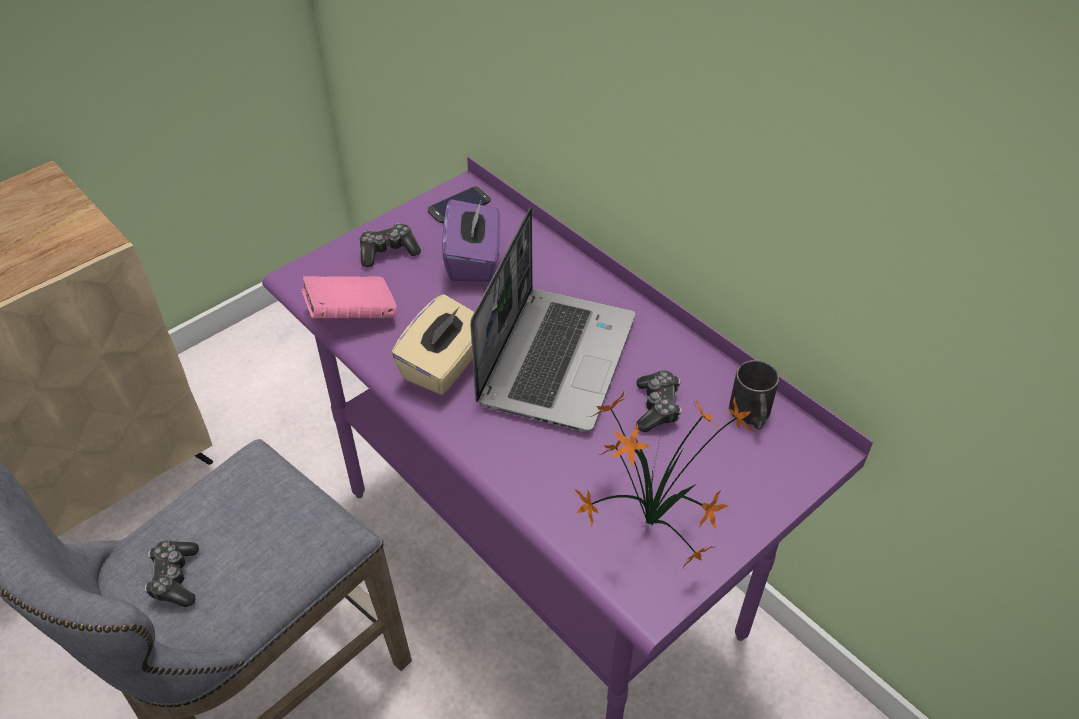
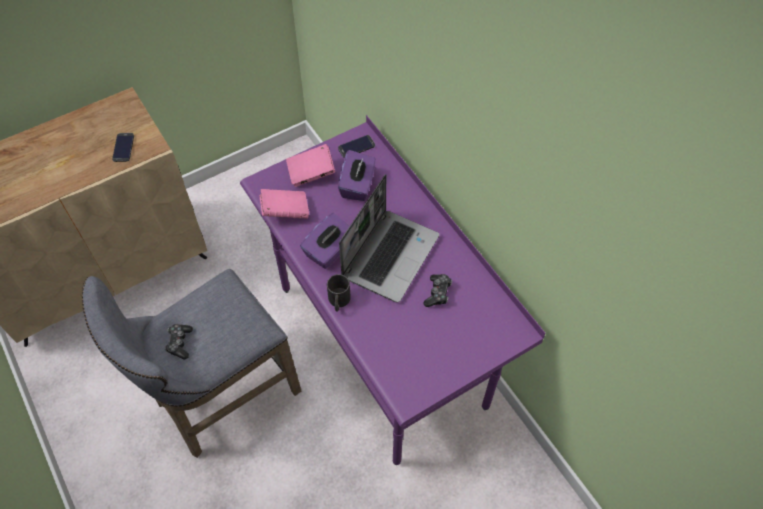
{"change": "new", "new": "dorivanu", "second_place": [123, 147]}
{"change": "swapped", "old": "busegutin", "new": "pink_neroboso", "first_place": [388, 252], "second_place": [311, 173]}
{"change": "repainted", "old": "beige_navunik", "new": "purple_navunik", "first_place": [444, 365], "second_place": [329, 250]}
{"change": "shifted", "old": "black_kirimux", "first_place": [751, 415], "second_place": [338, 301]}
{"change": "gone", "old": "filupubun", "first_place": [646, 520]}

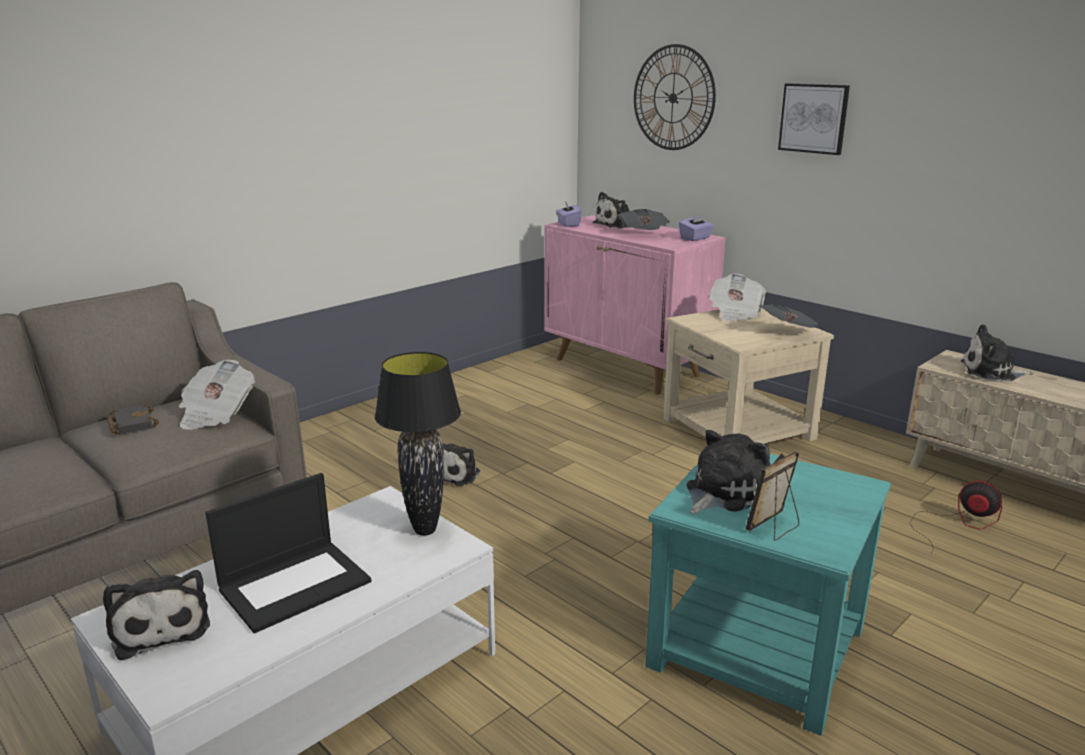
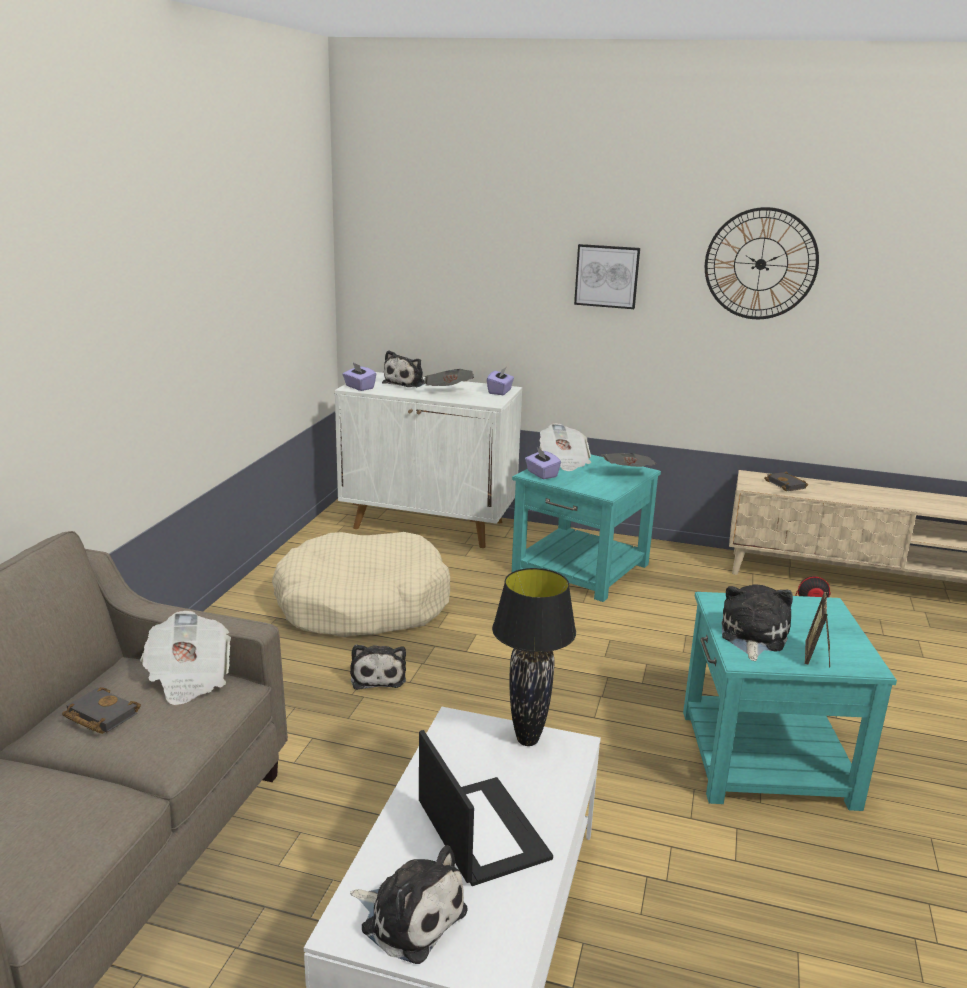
{"change": "new", "new": "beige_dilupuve", "second_place": [362, 604]}
{"change": "repainted", "old": "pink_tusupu", "new": "white_tusupu", "first_place": [627, 367], "second_place": [430, 525]}
{"change": "rotated", "old": "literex", "first_place": [295, 584], "second_place": [480, 830], "degrees": -45}
{"change": "repainted", "old": "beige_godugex", "new": "turquoise_godugex", "first_place": [737, 429], "second_place": [580, 568]}
{"change": "new", "new": "purple_navunik", "second_place": [541, 474]}
{"change": "shifted", "old": "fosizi", "first_place": [673, 98], "second_place": [760, 264]}
{"change": "swapped", "old": "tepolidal", "new": "black_neroboso", "first_place": [991, 372], "second_place": [787, 485]}

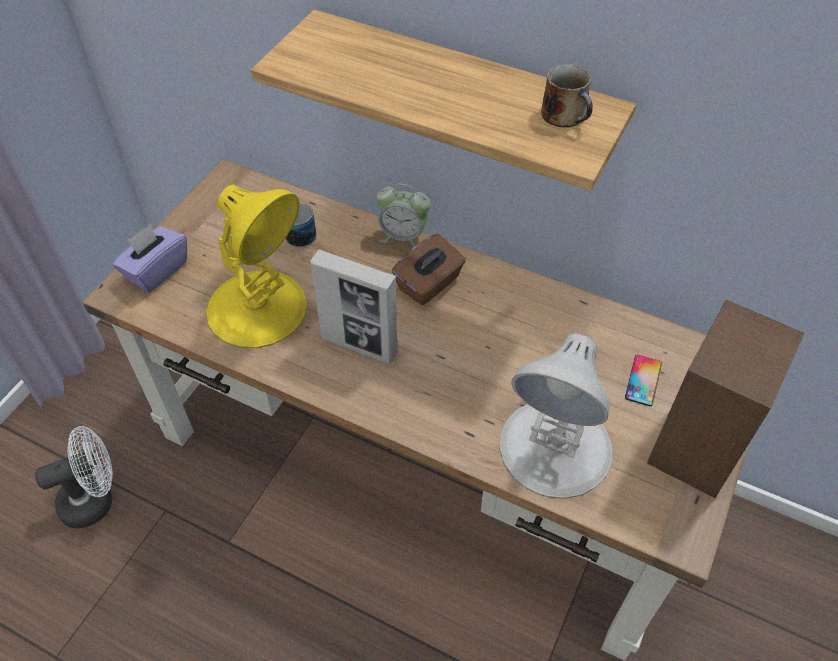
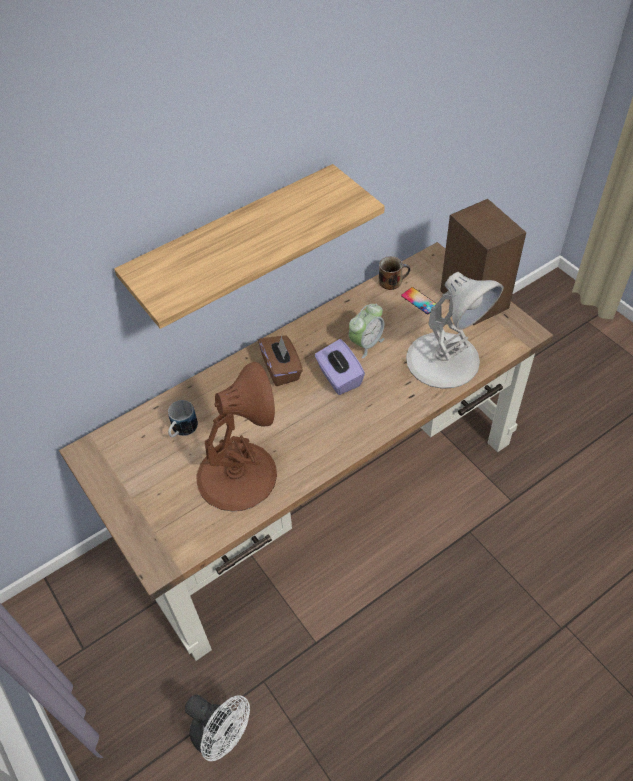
{"change": "rotated", "old": "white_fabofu", "first_place": [95, 500], "second_place": [222, 736], "degrees": 120}
{"change": "repainted", "old": "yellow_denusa", "new": "brown_denusa", "first_place": [259, 309], "second_place": [238, 474]}
{"change": "shifted", "old": "purple_navunik", "first_place": [156, 270], "second_place": [339, 378]}
{"change": "shifted", "old": "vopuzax", "first_place": [403, 236], "second_place": [366, 344]}
{"change": "shifted", "old": "kirimux", "first_place": [565, 115], "second_place": [391, 281]}
{"change": "gone", "old": "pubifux", "first_place": [359, 346]}

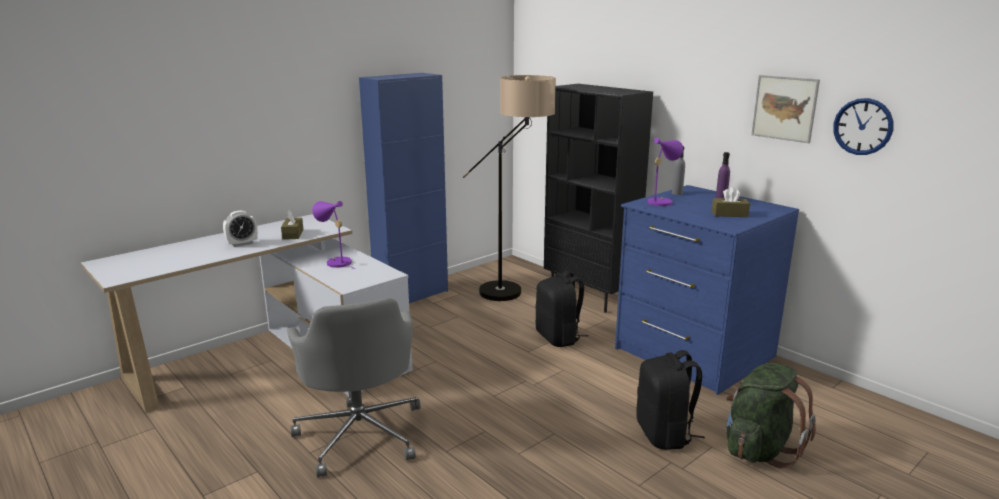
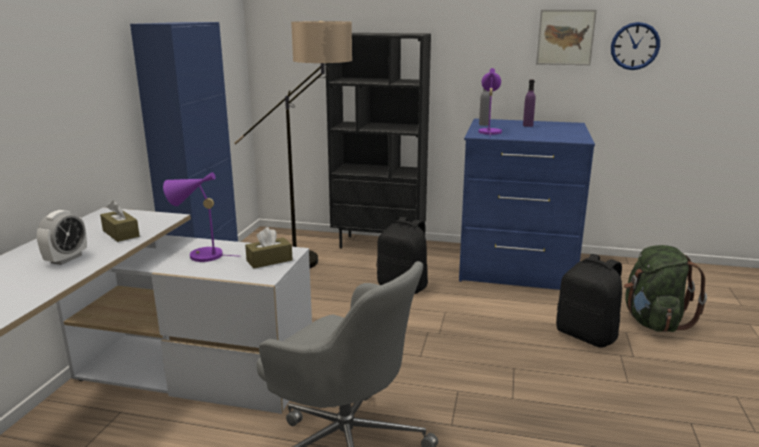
{"change": "shifted", "old": "brown_navunik", "first_place": [729, 214], "second_place": [269, 260]}

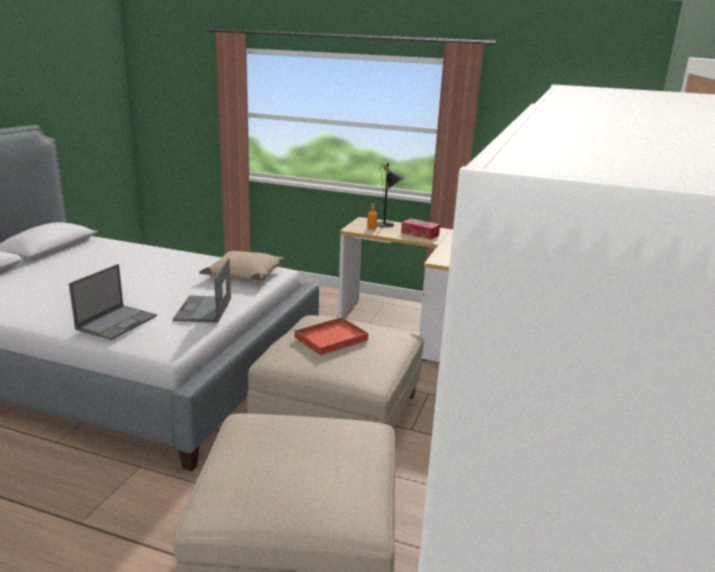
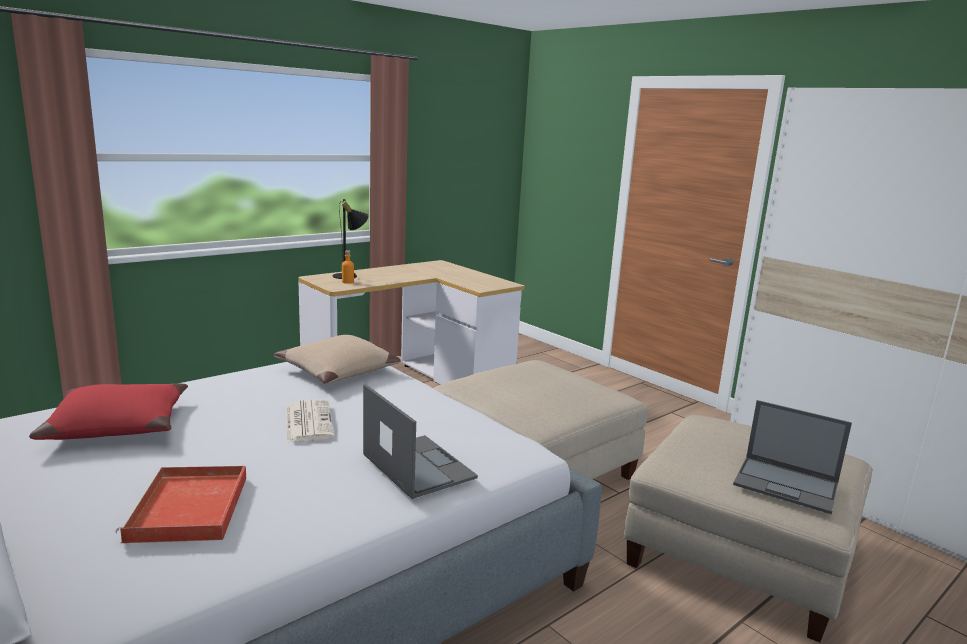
{"change": "new", "new": "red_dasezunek", "second_place": [118, 425]}
{"change": "shifted", "old": "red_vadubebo", "first_place": [330, 339], "second_place": [189, 509]}
{"change": "new", "new": "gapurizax", "second_place": [308, 421]}
{"change": "shifted", "old": "literex", "first_place": [203, 310], "second_place": [787, 485]}
{"change": "gone", "old": "navunik", "first_place": [419, 234]}

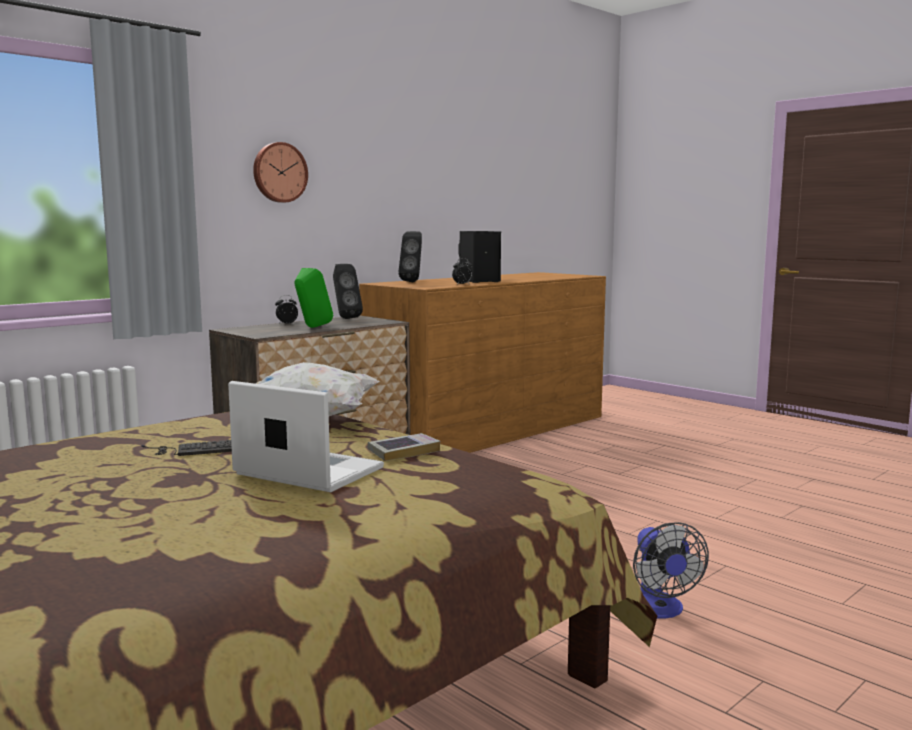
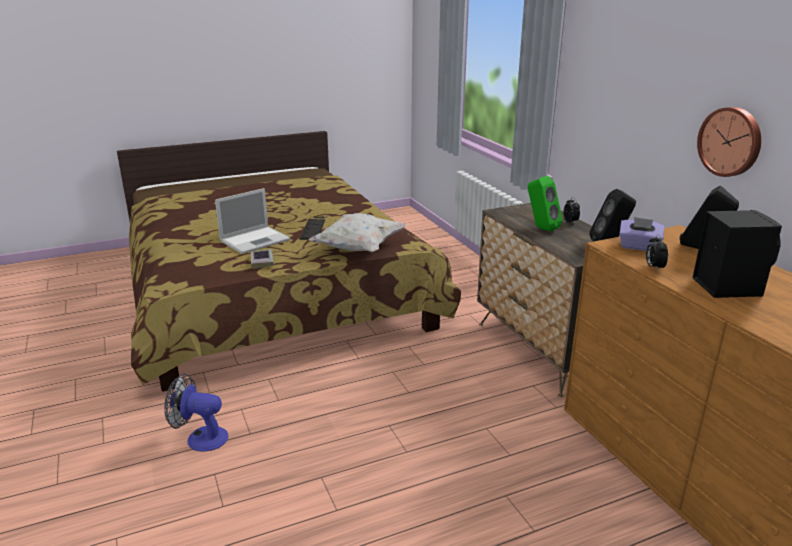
{"change": "new", "new": "purple_navunik", "second_place": [638, 247]}
{"change": "shifted", "old": "fosizi", "first_place": [279, 172], "second_place": [731, 141]}

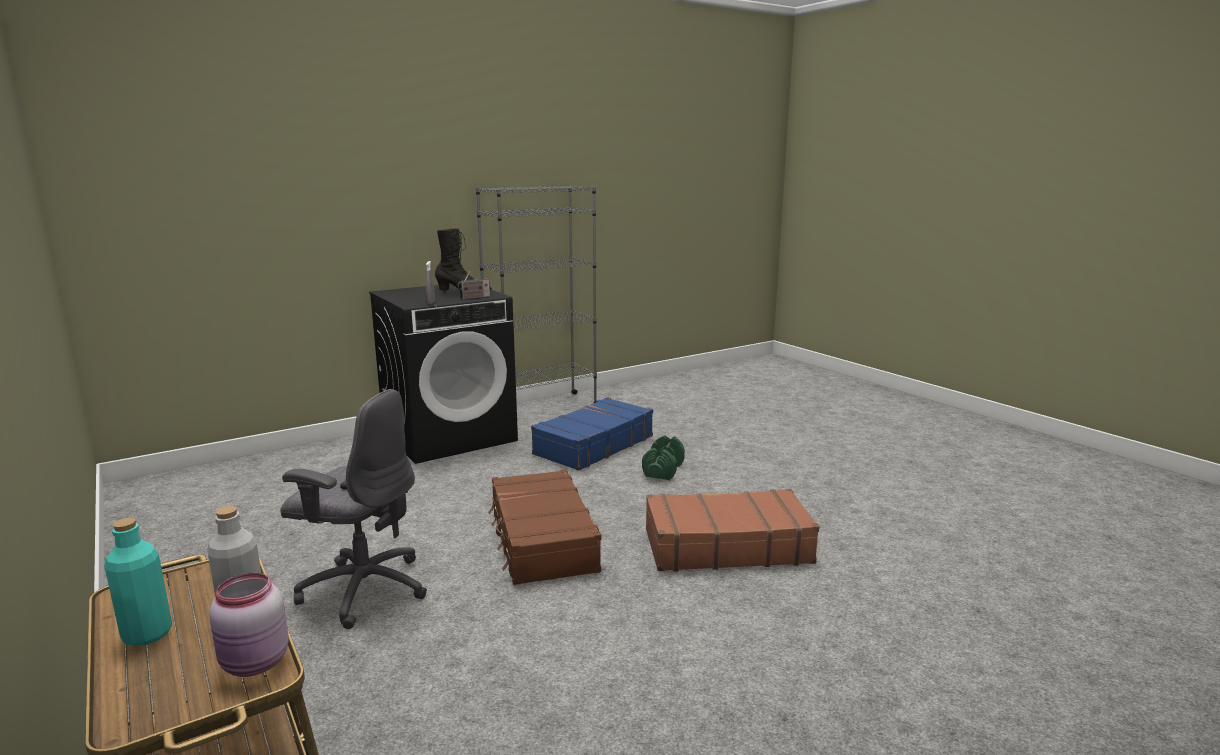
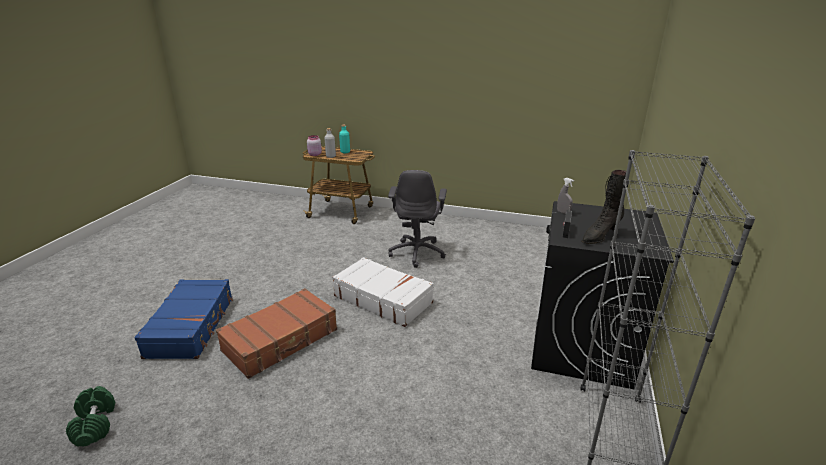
{"change": "shifted", "old": "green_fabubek", "first_place": [663, 470], "second_place": [95, 424]}
{"change": "shifted", "old": "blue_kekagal", "first_place": [593, 445], "second_place": [192, 326]}
{"change": "repainted", "old": "brown_kekagal", "new": "white_kekagal", "first_place": [541, 540], "second_place": [383, 299]}
{"change": "rotated", "old": "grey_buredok", "first_place": [363, 589], "second_place": [417, 252], "degrees": -60}

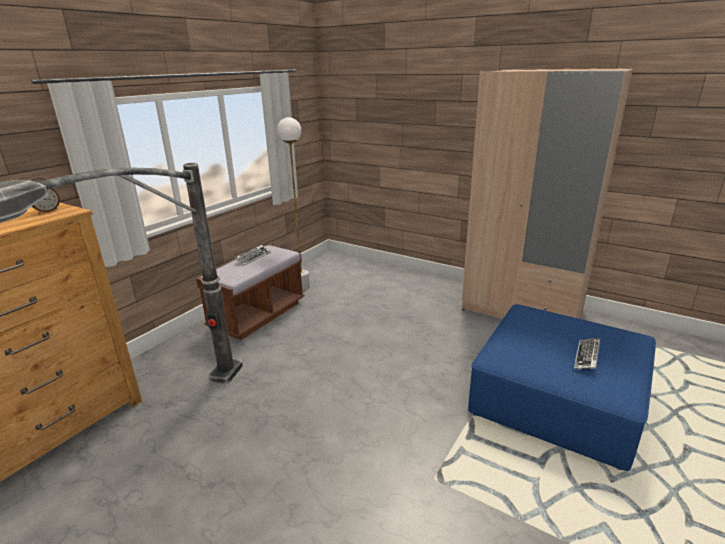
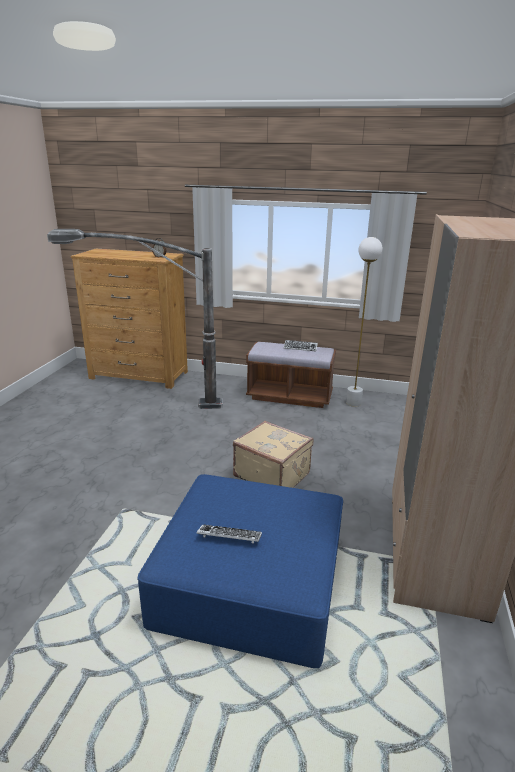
{"change": "new", "new": "beige_kekagal", "second_place": [272, 474]}

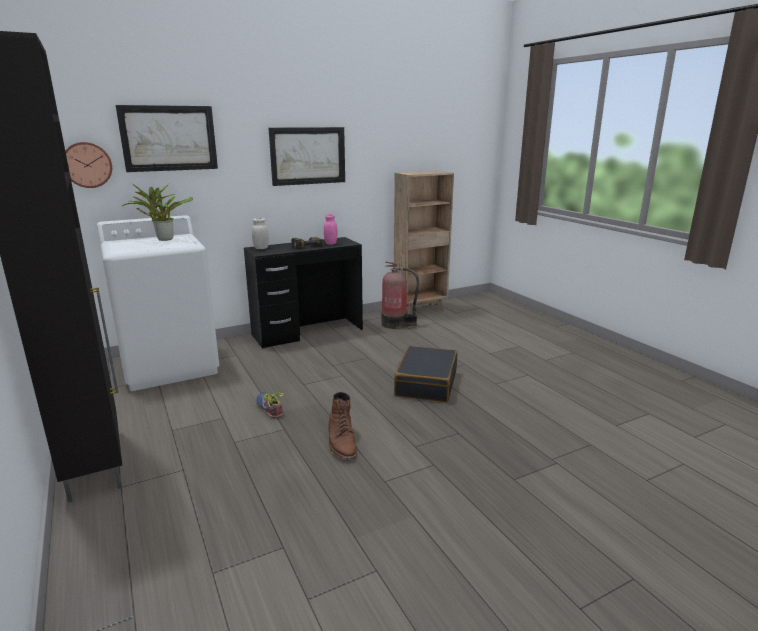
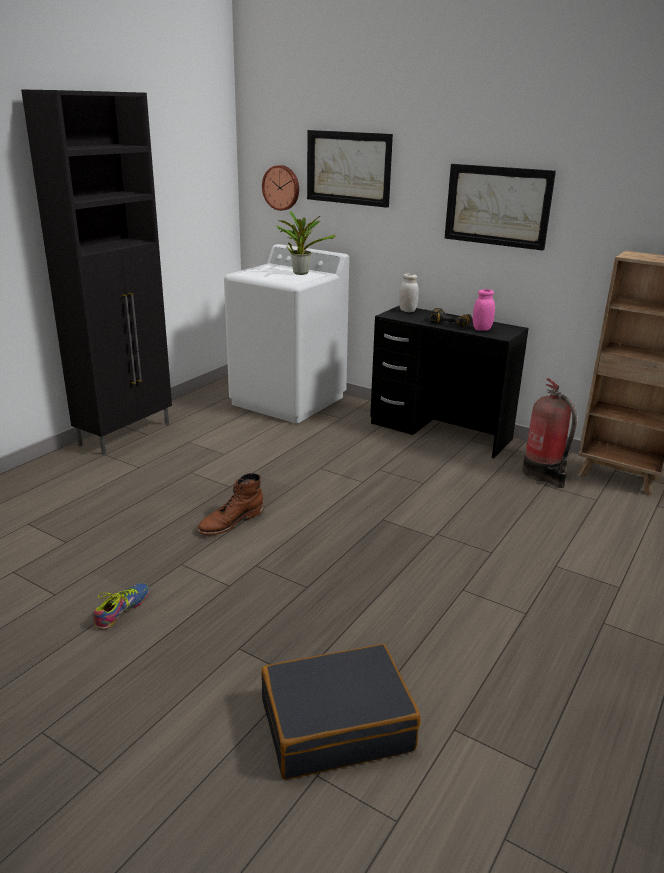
{"change": "shifted", "old": "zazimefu", "first_place": [269, 408], "second_place": [122, 610]}
{"change": "shifted", "old": "black_kekagal", "first_place": [426, 383], "second_place": [336, 724]}

